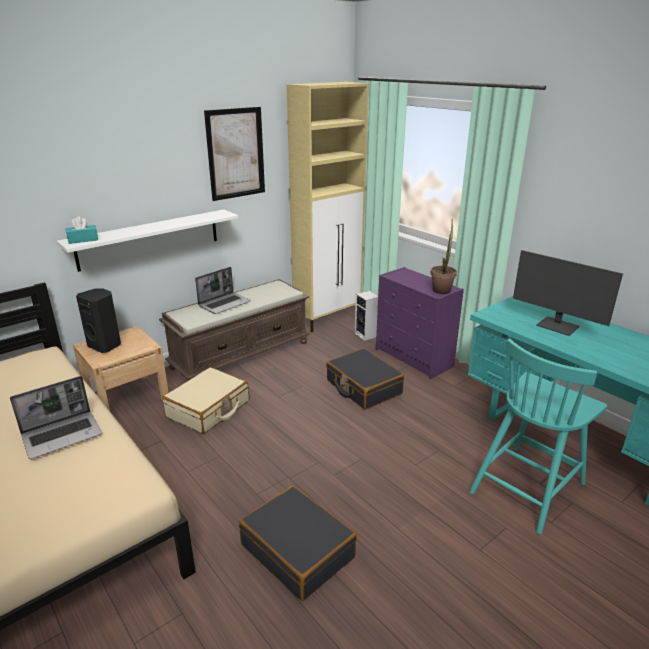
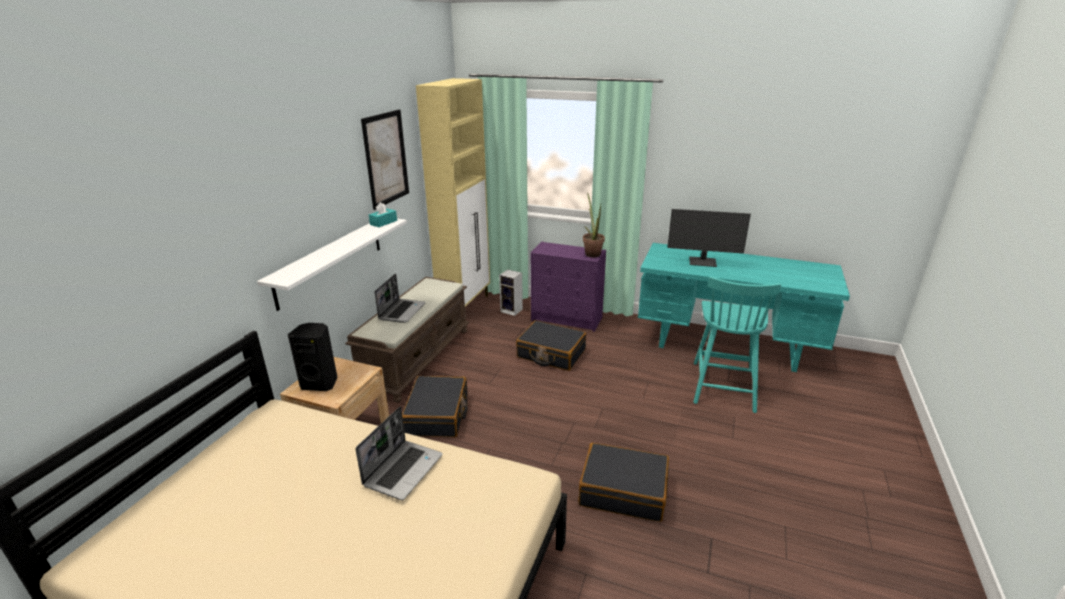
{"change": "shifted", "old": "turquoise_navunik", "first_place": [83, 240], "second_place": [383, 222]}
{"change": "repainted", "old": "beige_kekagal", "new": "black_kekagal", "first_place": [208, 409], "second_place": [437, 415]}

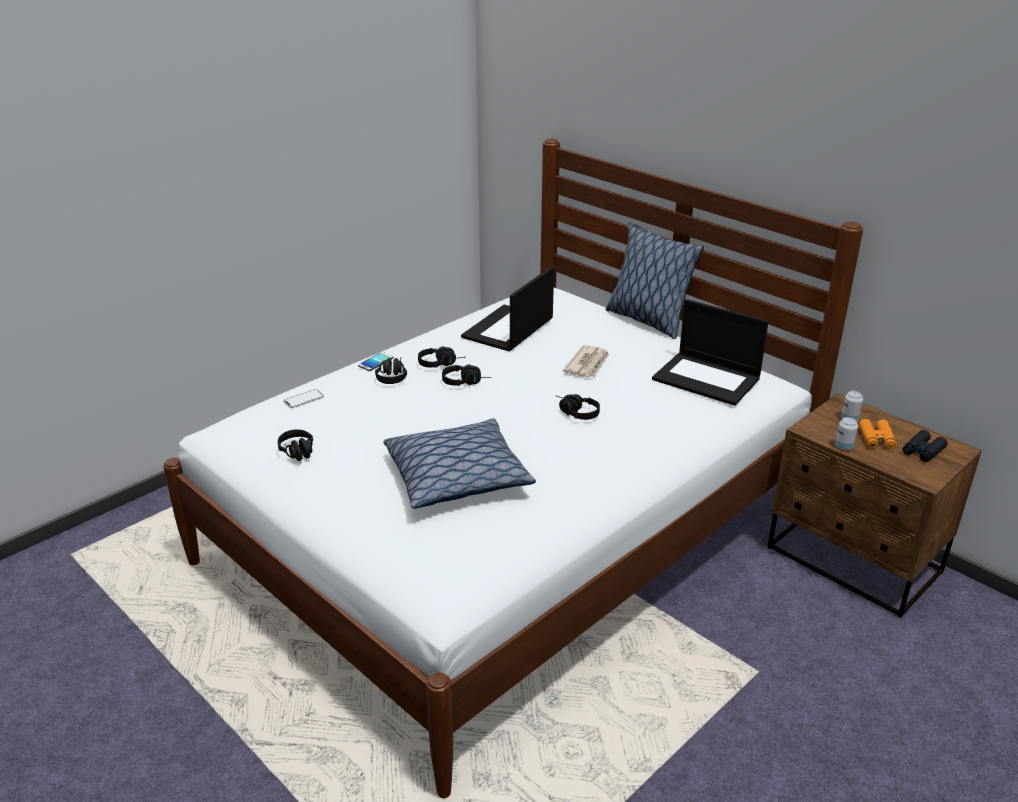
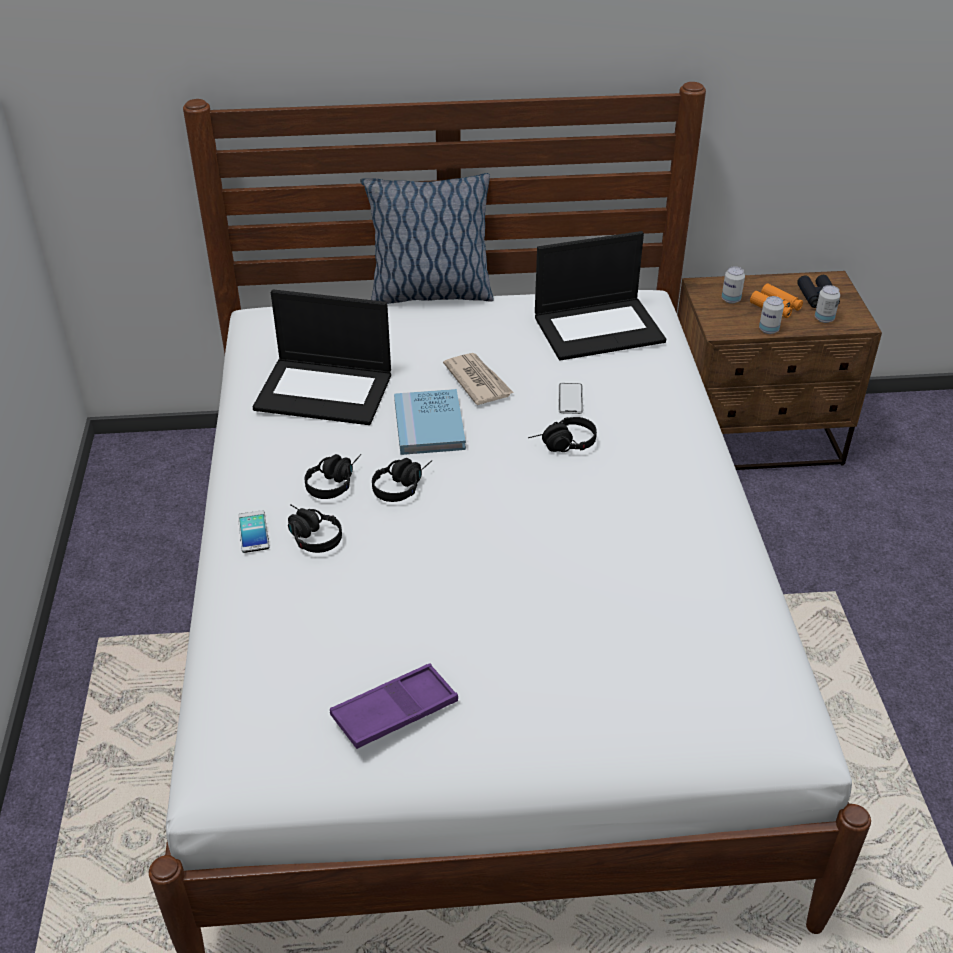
{"change": "rotated", "old": "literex", "first_place": [508, 329], "second_place": [326, 391], "degrees": -60}
{"change": "swapped", "old": "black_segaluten", "new": "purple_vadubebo", "first_place": [299, 454], "second_place": [394, 711]}
{"change": "new", "new": "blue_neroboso", "second_place": [429, 425]}
{"change": "shifted", "old": "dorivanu", "first_place": [304, 399], "second_place": [570, 399]}
{"change": "new", "new": "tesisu", "second_place": [824, 319]}
{"change": "gone", "old": "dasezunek", "first_place": [457, 477]}

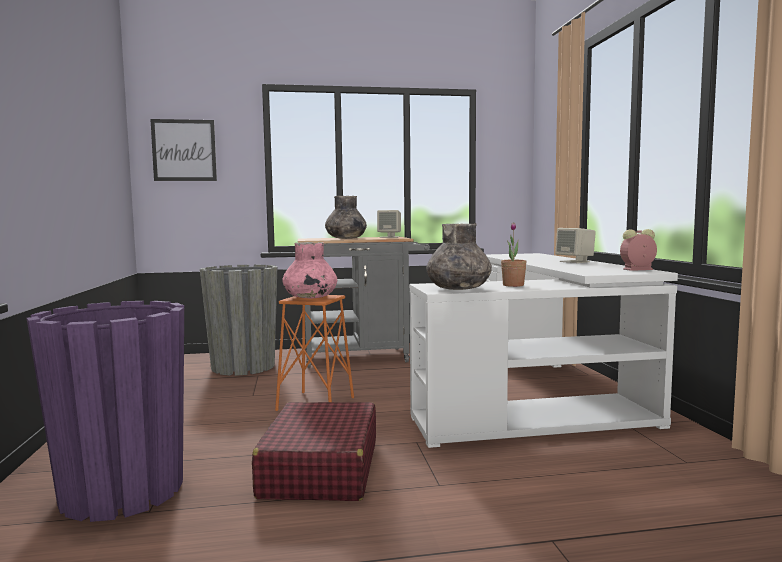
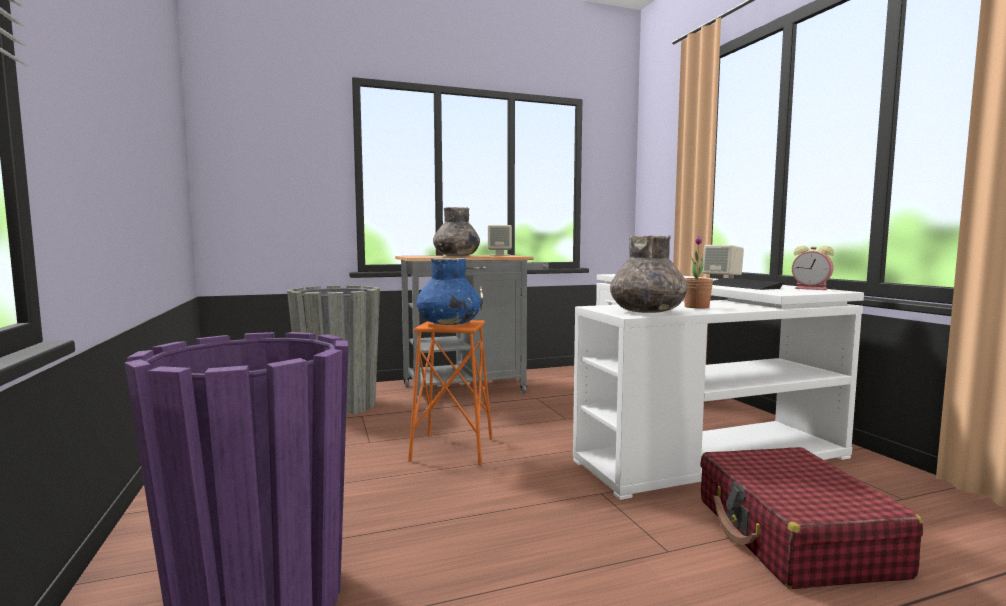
{"change": "repainted", "old": "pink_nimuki", "new": "blue_nimuki", "first_place": [310, 297], "second_place": [448, 324]}
{"change": "shifted", "old": "red_kekagal", "first_place": [320, 469], "second_place": [794, 536]}
{"change": "new", "new": "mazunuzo", "second_place": [742, 286]}
{"change": "rotated", "old": "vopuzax", "first_place": [637, 269], "second_place": [812, 289], "degrees": -120}
{"change": "gone", "old": "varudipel", "first_place": [184, 150]}

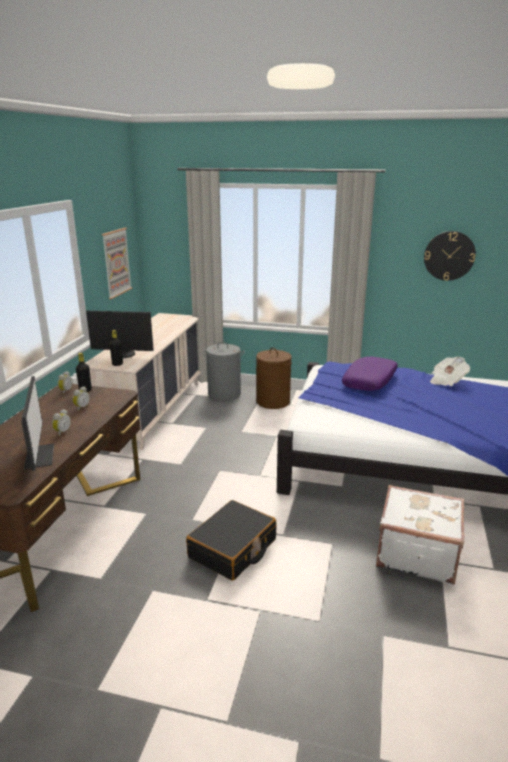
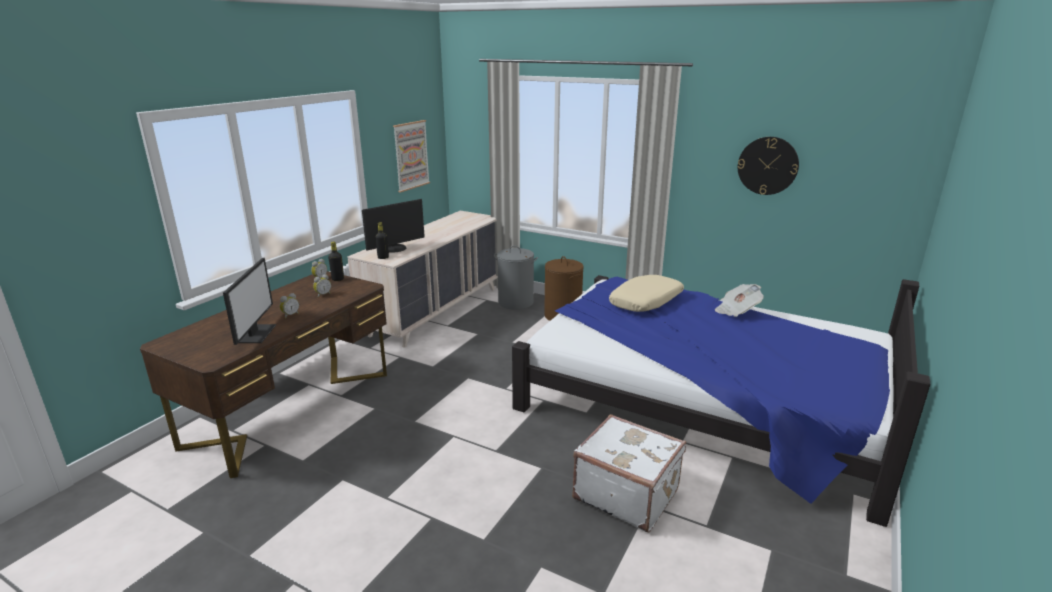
{"change": "rotated", "old": "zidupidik", "first_place": [123, 354], "second_place": [395, 249], "degrees": -60}
{"change": "repainted", "old": "purple_dasezunek", "new": "beige_dasezunek", "first_place": [370, 381], "second_place": [646, 302]}
{"change": "gone", "old": "black_kekagal", "first_place": [233, 549]}

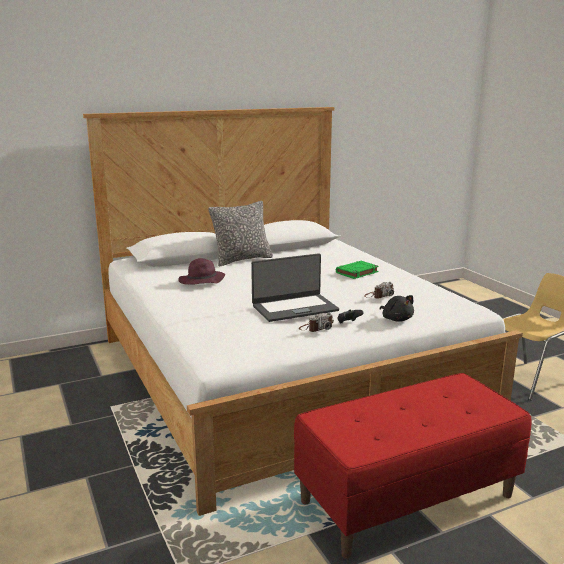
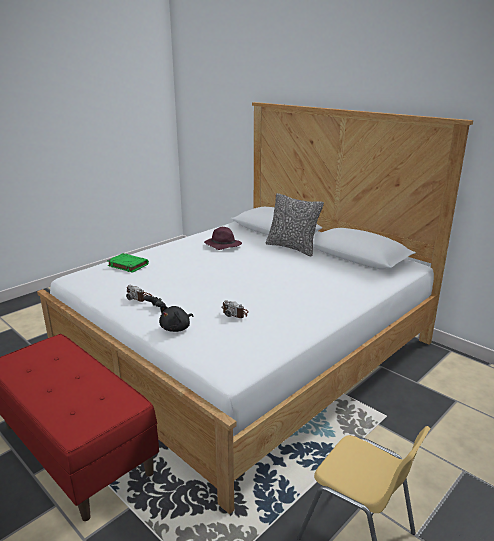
{"change": "shifted", "old": "green_neroboso", "first_place": [357, 272], "second_place": [127, 265]}
{"change": "gone", "old": "literex", "first_place": [294, 308]}

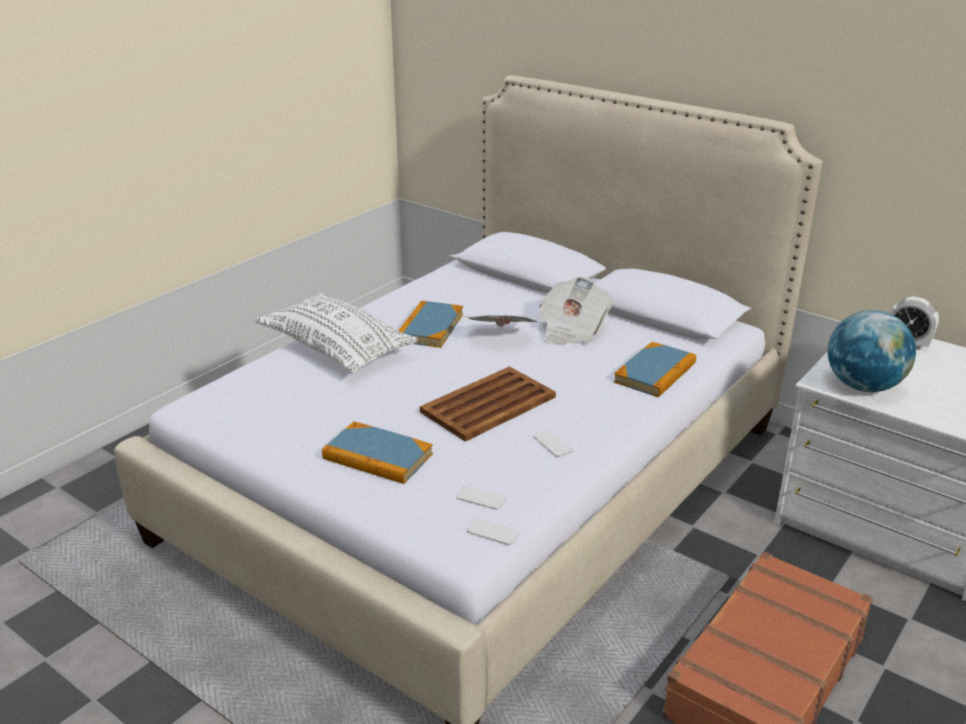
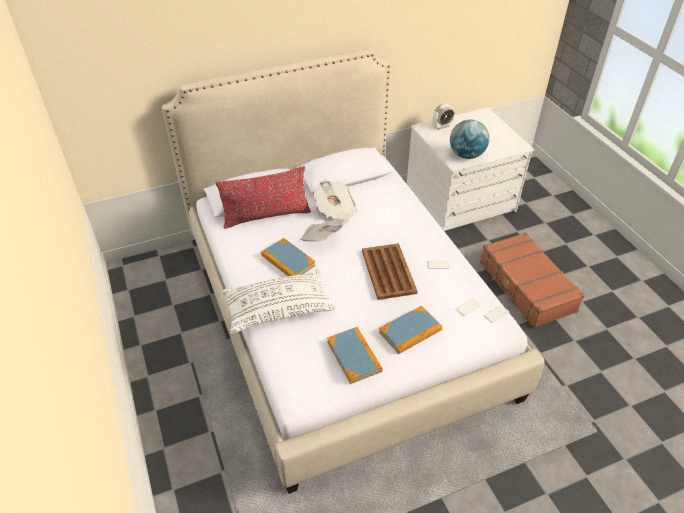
{"change": "new", "new": "red_dasezunek", "second_place": [266, 216]}
{"change": "shifted", "old": "neroboso", "first_place": [655, 373], "second_place": [354, 356]}

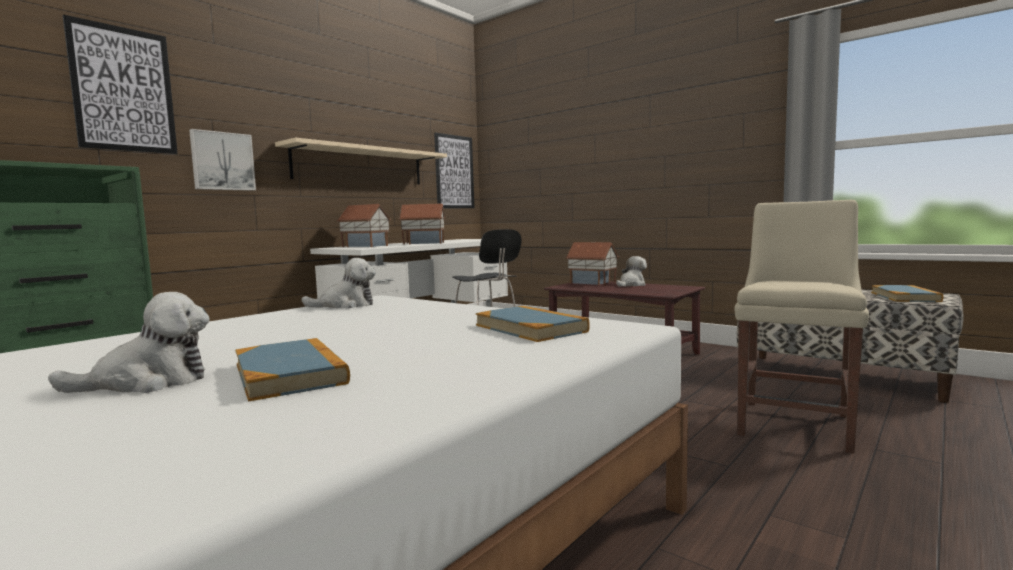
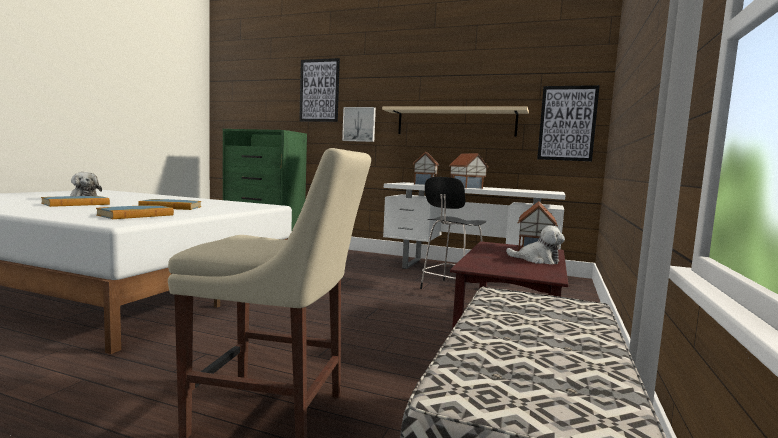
{"change": "shifted", "old": "neroboso", "first_place": [905, 297], "second_place": [171, 207]}
{"change": "gone", "old": "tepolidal", "first_place": [345, 305]}

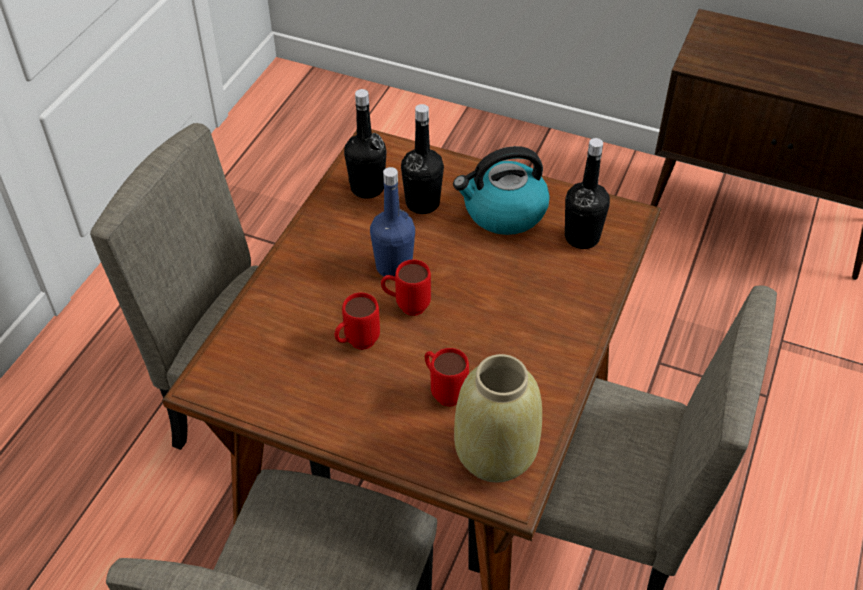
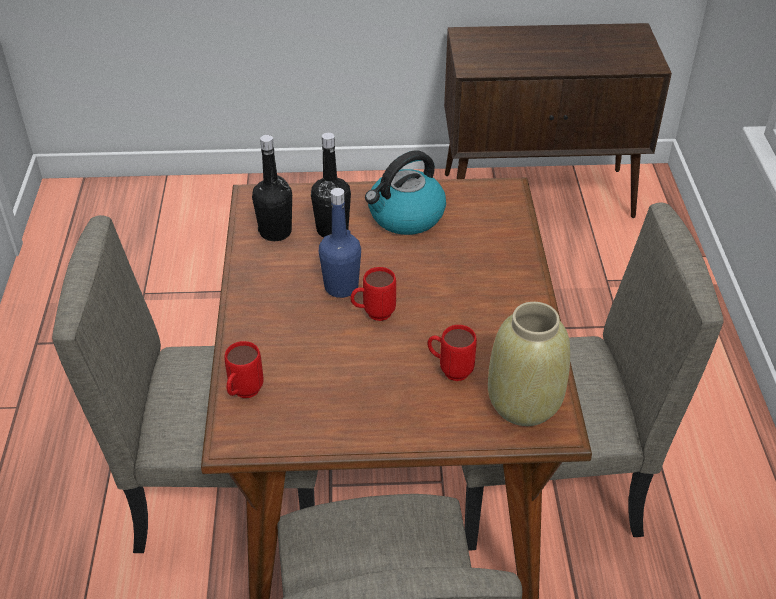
{"change": "shifted", "old": "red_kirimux", "first_place": [356, 344], "second_place": [243, 394]}
{"change": "gone", "old": "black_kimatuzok", "first_place": [582, 237]}

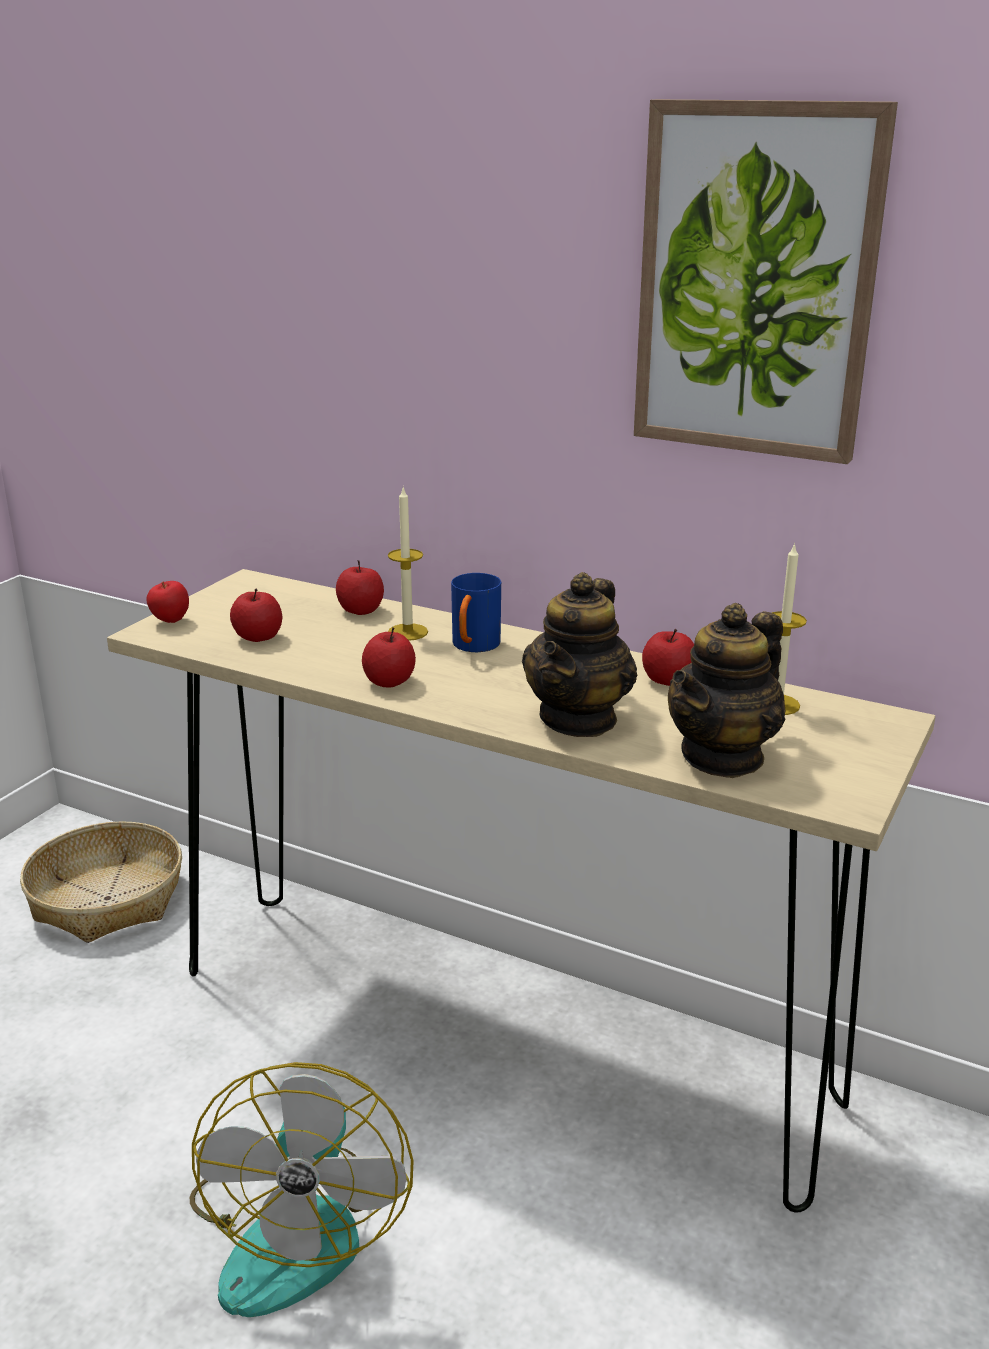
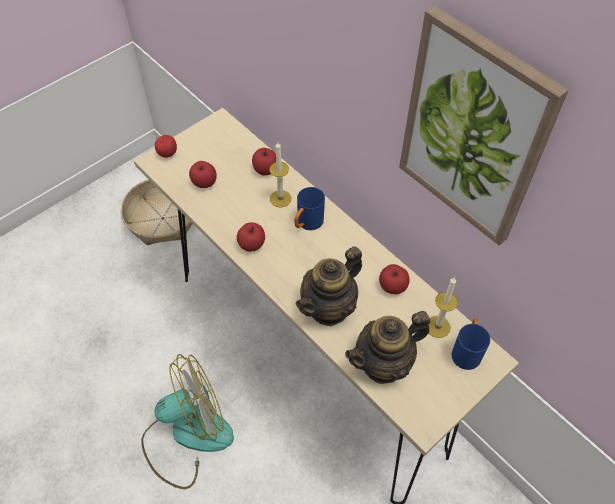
{"change": "rotated", "old": "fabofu", "first_place": [298, 1227], "second_place": [187, 435], "degrees": -135}
{"change": "new", "new": "blue_kirimux", "second_place": [466, 351]}

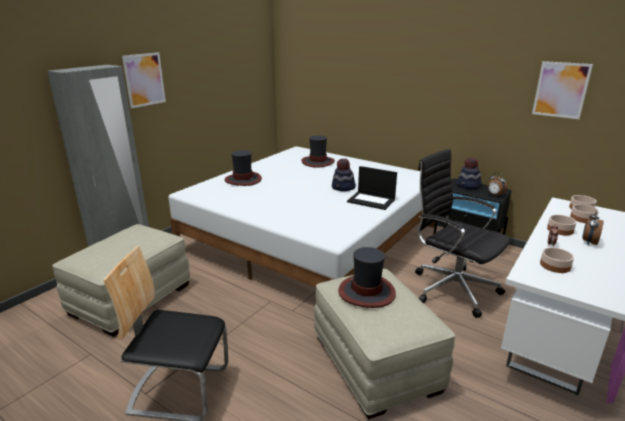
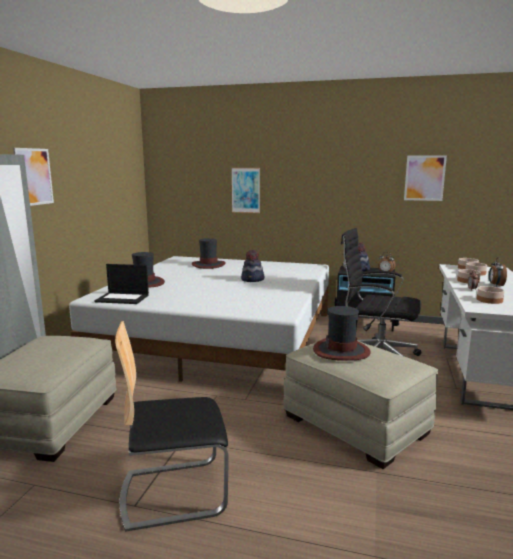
{"change": "shifted", "old": "literex", "first_place": [371, 200], "second_place": [123, 298]}
{"change": "new", "new": "varudipel", "second_place": [245, 190]}

